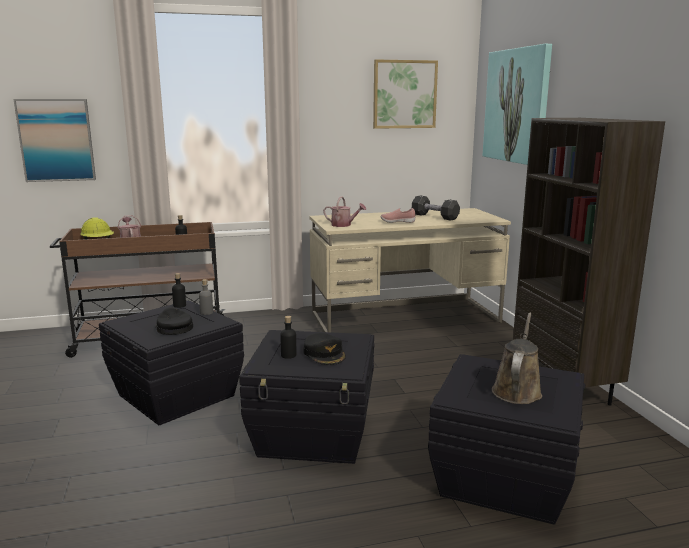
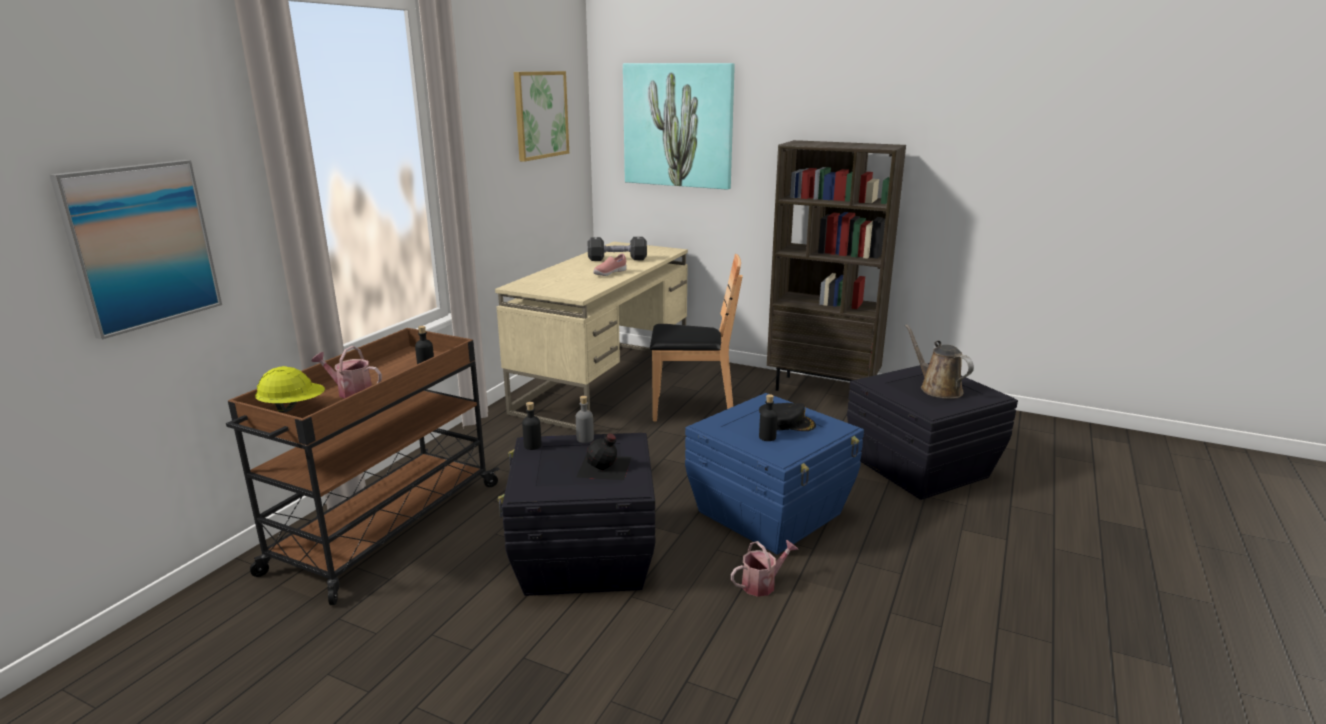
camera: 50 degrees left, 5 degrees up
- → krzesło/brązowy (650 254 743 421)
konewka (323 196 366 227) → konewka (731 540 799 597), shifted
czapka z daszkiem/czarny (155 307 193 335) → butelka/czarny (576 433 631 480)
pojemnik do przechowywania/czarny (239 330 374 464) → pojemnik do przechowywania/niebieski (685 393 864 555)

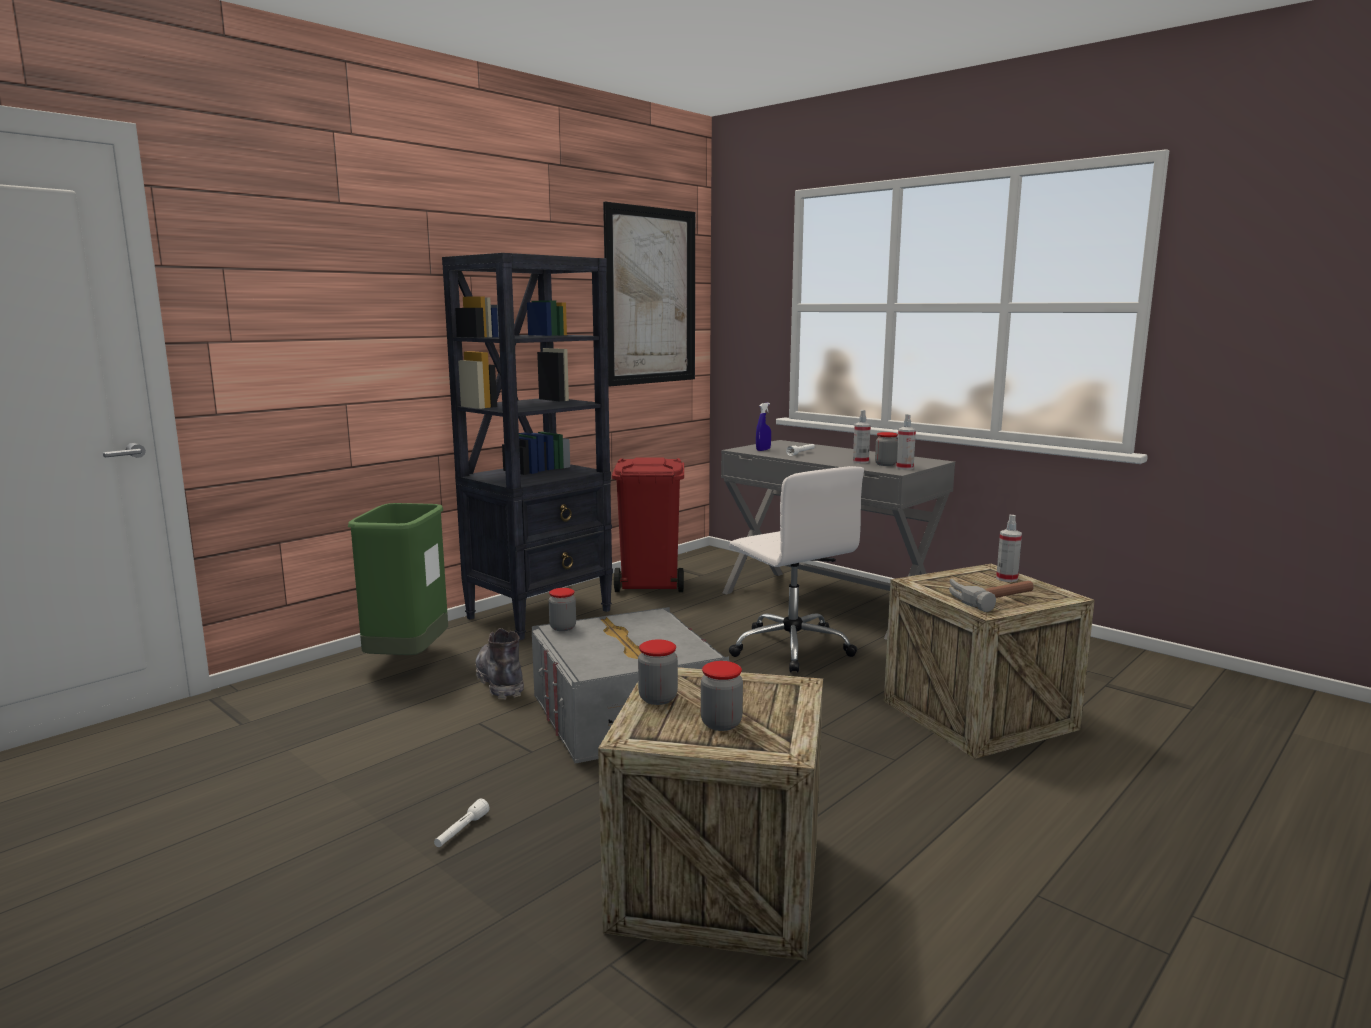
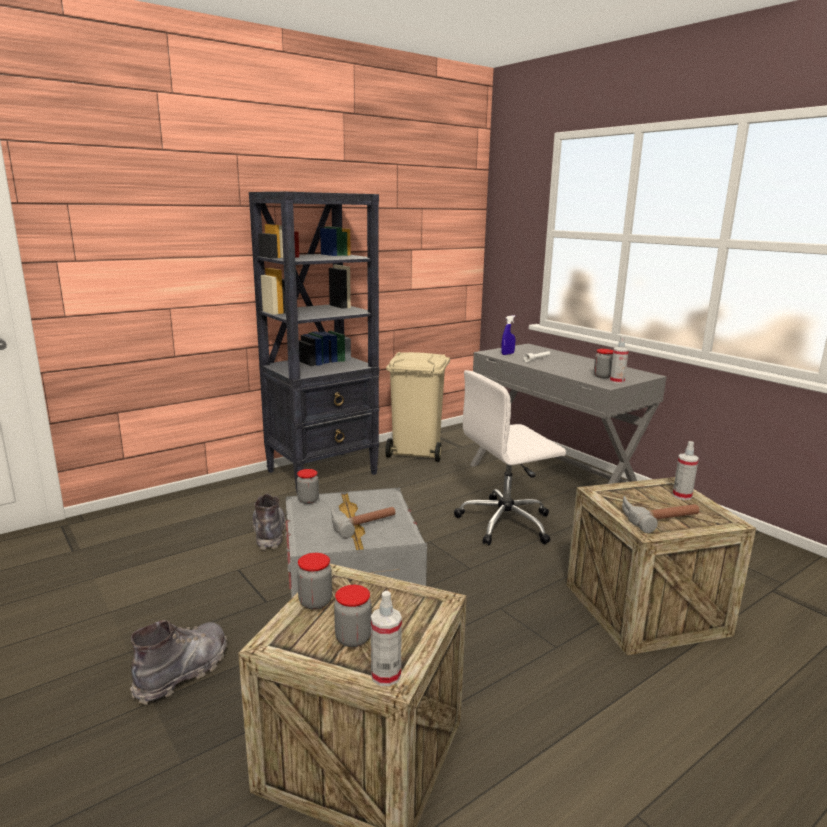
camera: 10 degrees right, 5 degrees up
kosz na śmieci/zielony (348 503 448 655) → -
obraz (603 201 695 387) → -
- → młotek (331 506 396 538)
spryskiwacz (853 410 871 464) → spryskiwacz (371 591 402 686), shifted
latarka/biały (434 798 489 847) → but z cholewką/szary (130 620 227 705)
kosz na śmieci/czerwony (612 457 684 592) → kosz na śmieci/beżowy (385 352 450 462)
krzesło biurowe/biały (729 466 864 673) → krzesło biurowe/biały (454 370 566 545), 90 degrees clockwise

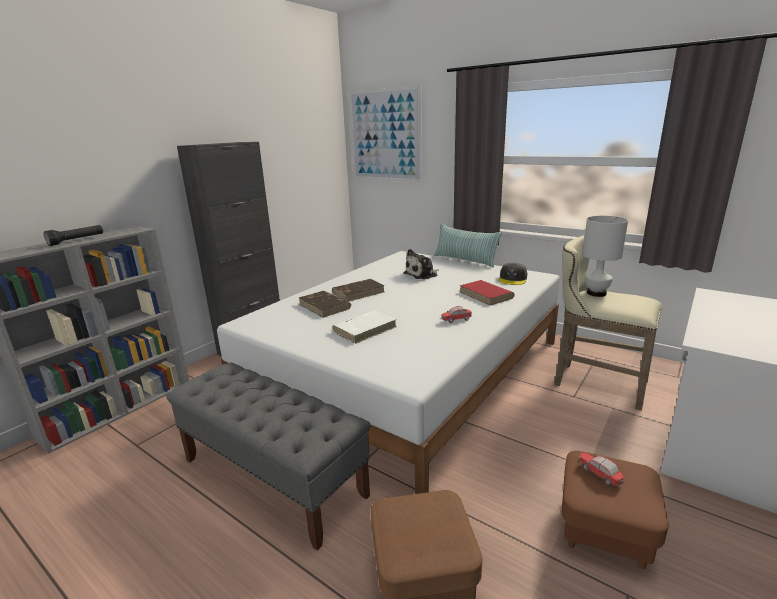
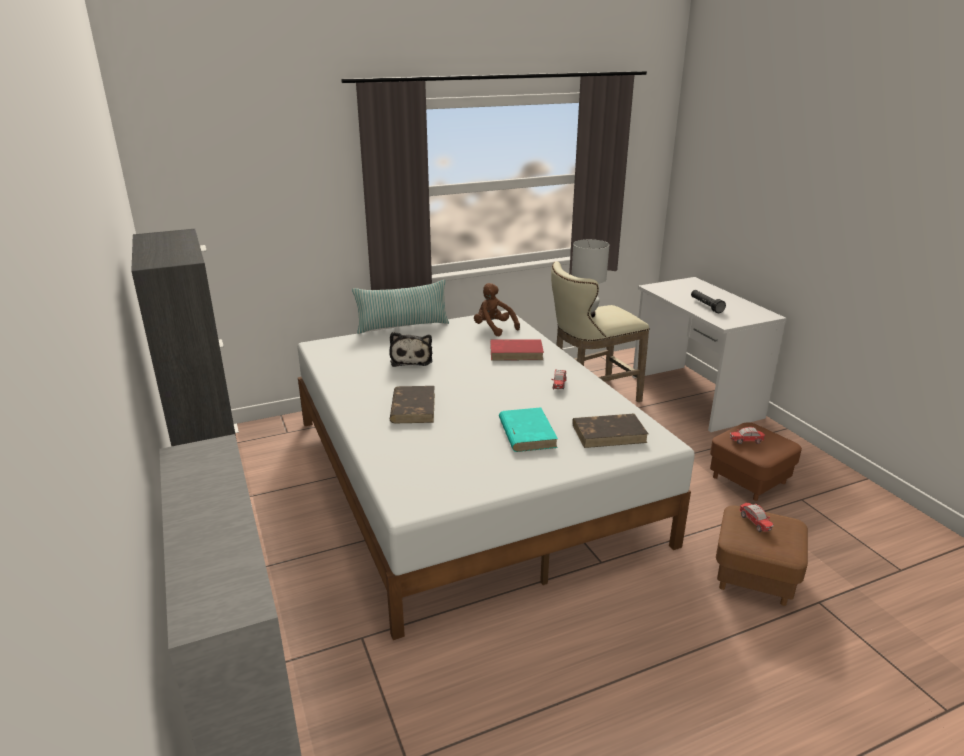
camera: 60 degrees left, 5 degrees up
ławka/szary (166 363 370 551) → -
obraz (349 85 422 182) → -
- → samochodzik (739 503 774 532)
latarka/czarny (44 225 103 246) → latarka/czarny (691 290 726 313), shifted
książka/brązowy (299 291 351 318) → książka/brązowy (572 414 648 448), shifted
czapka z daszkiem/szary (498 263 527 285) → pluszak/brązowy (474 283 520 336)
książka/biały (332 310 397 344) → książka/turkusowy (499 407 558 452)

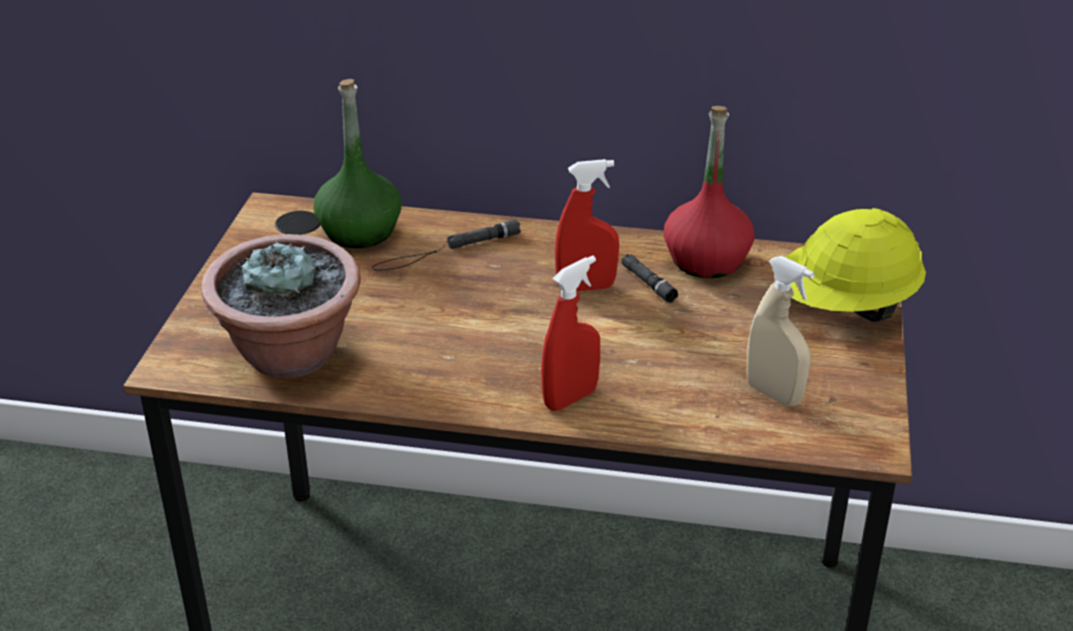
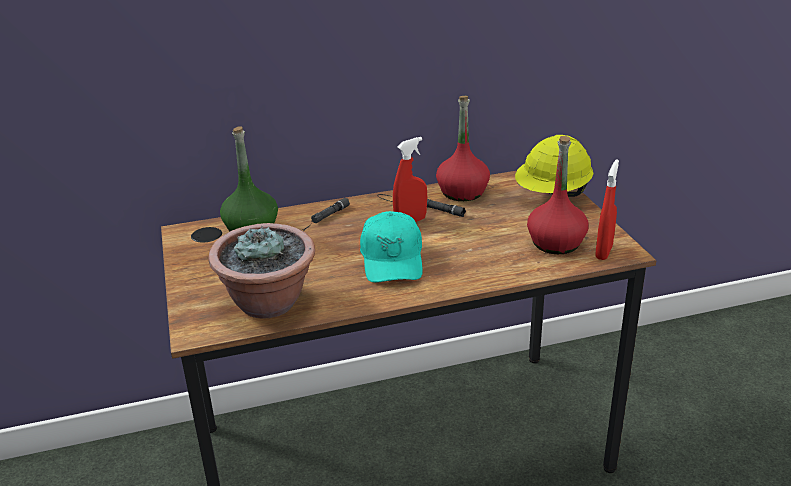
camera: 25 degrees left, 5 degrees down
- → czapka z daszkiem/turkusowy (360 211 423 283)
spryskiwacz/czerwony (541 255 600 411) → spryskiwacz/czerwony (595 159 619 260), shifted
spryskiwacz/beżowy (747 256 815 406) → butelka/czerwony (527 136 589 254)

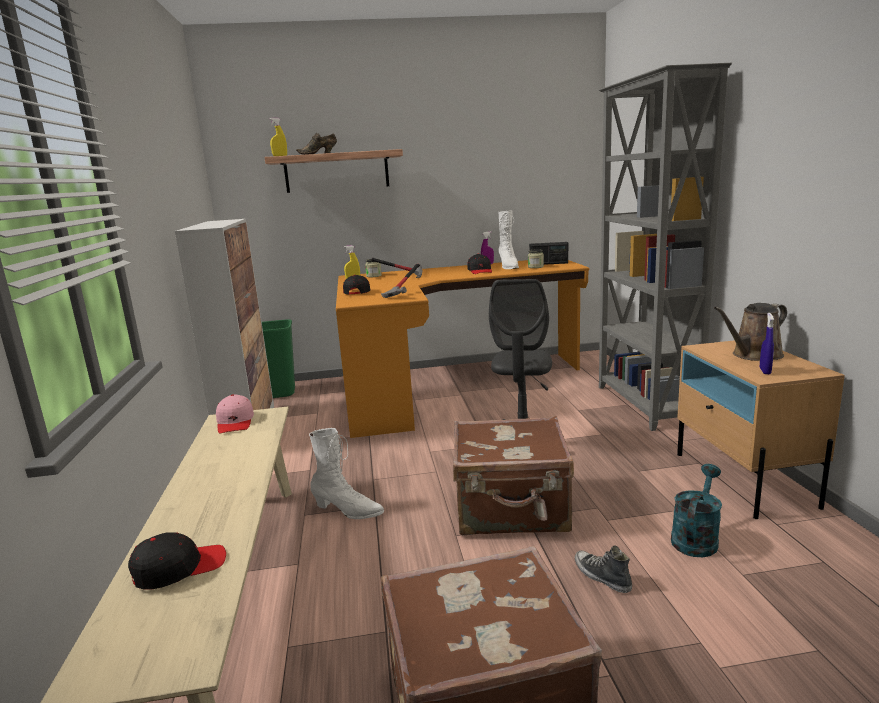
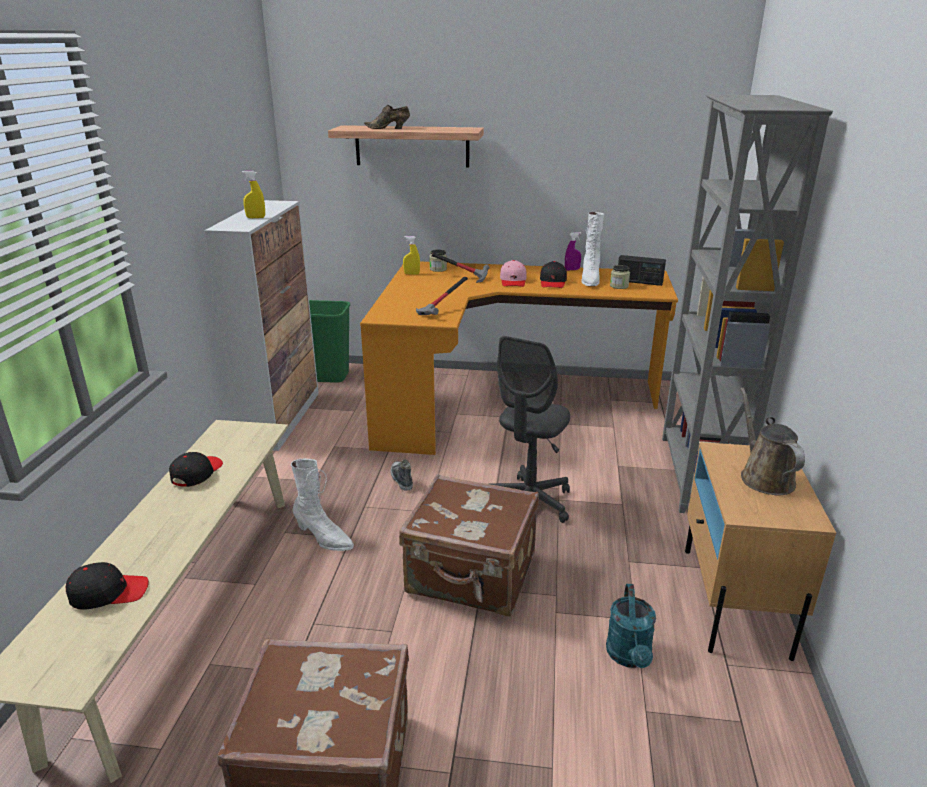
camera: 15 degrees right, 10 degrees up
spryskiwacz/niebieski (760 313 774 374) → -
czapka z daszkiem/różowy (216 394 254 433) → czapka z daszkiem/różowy (500 260 527 287), shifted
spryskiwacz/żółty (269 118 287 156) → spryskiwacz/żółty (242 171 265 218), shifted
czapka z daszkiem/czarny (343 275 370 294) → czapka z daszkiem/czarny (169 452 223 487), shifted
but (575 546 632 593) → but (391 459 413 491), shifted
konewka/turkusowy (671 464 722 557) → konewka/turkusowy (606 584 656 668), 135 degrees clockwise
konewka/brązowy (714 303 787 361) → konewka/brązowy (740 388 805 496), 90 degrees clockwise

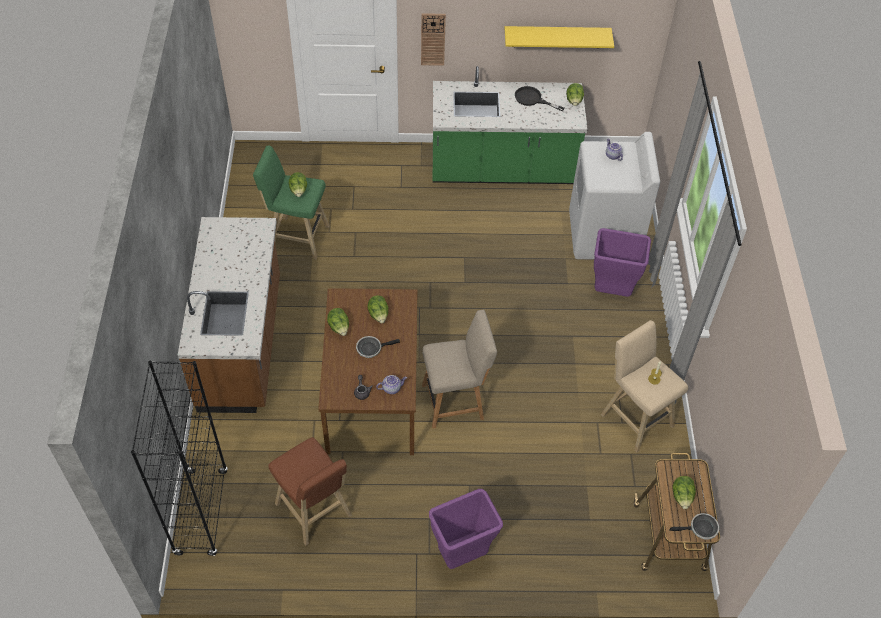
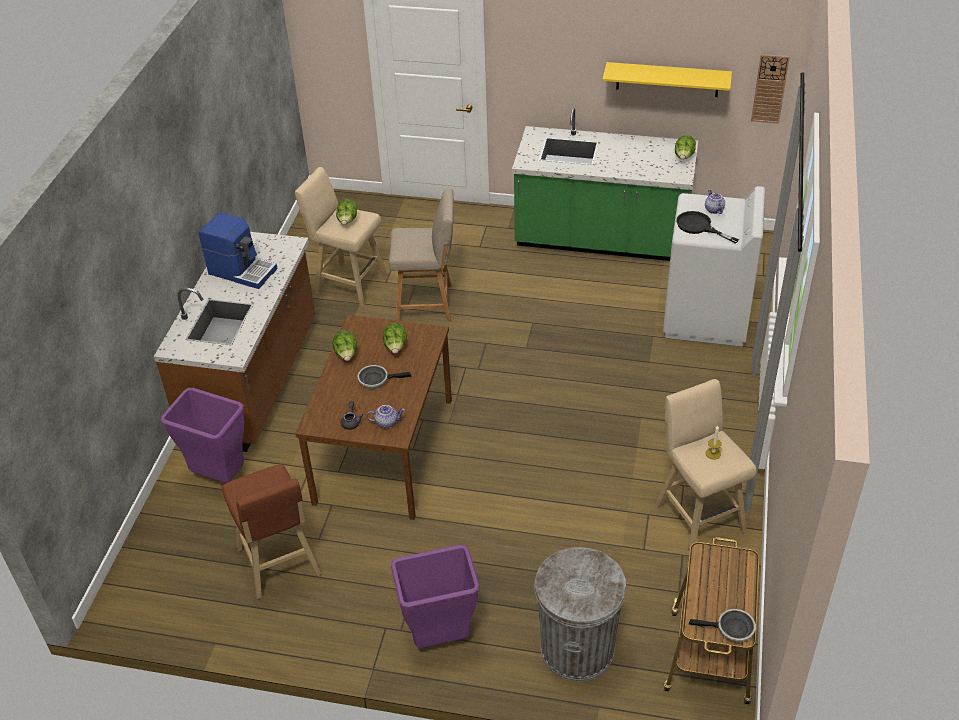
camera: 15 degrees right, 10 degrees down
regał/czarny (131 361 228 556) → -
sałata (673 476 696 509) → -
- → ekspres do kawy (199 212 278 289)
- → kosz na śmieci/szary (534 547 626 682)
zegar ścienny (421 13 446 66) → zegar ścienny (751 54 790 124), shifted
krzesło/beżowy (422 310 497 428) → krzesło/beżowy (389 189 454 321), shifted
patelnia/czarny (515 86 565 111) → patelnia/czarny (676 211 739 244), shifted
kosz na śmieci/fioletowy (594 228 651 297) → kosz na śmieci/fioletowy (161 388 244 483), shifted
stołek/zielony (253 146 330 259) → stołek/beżowy (295 167 388 307)

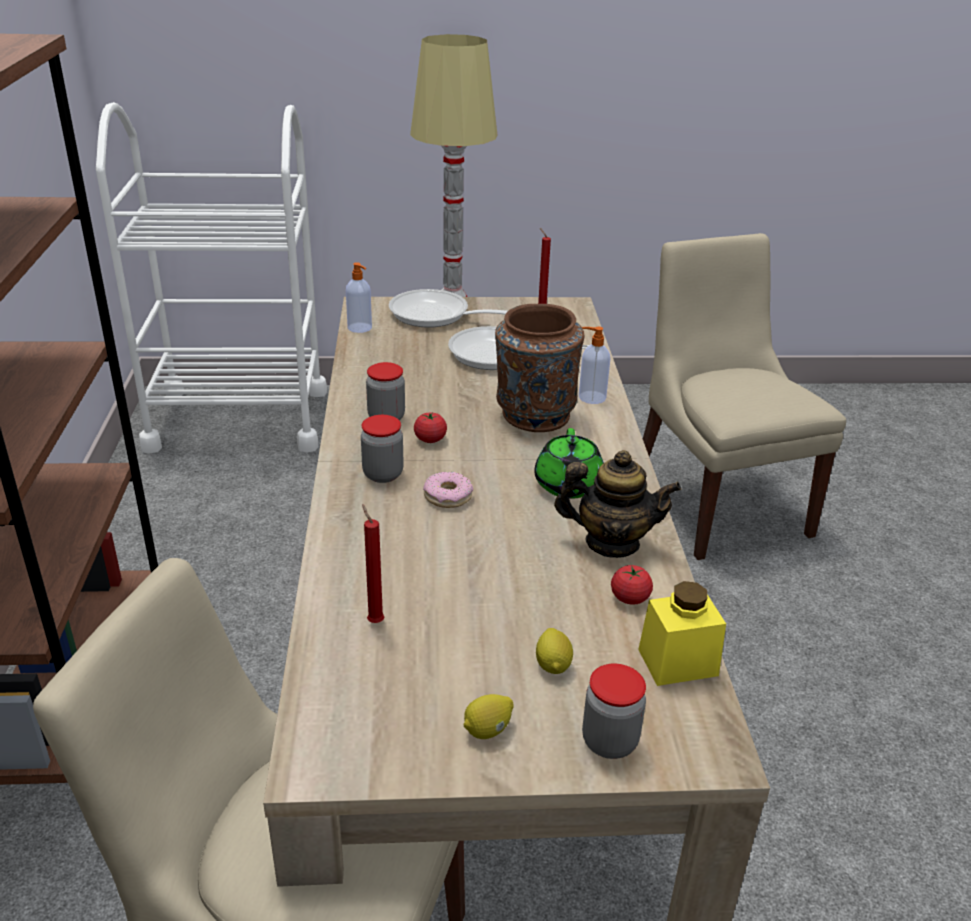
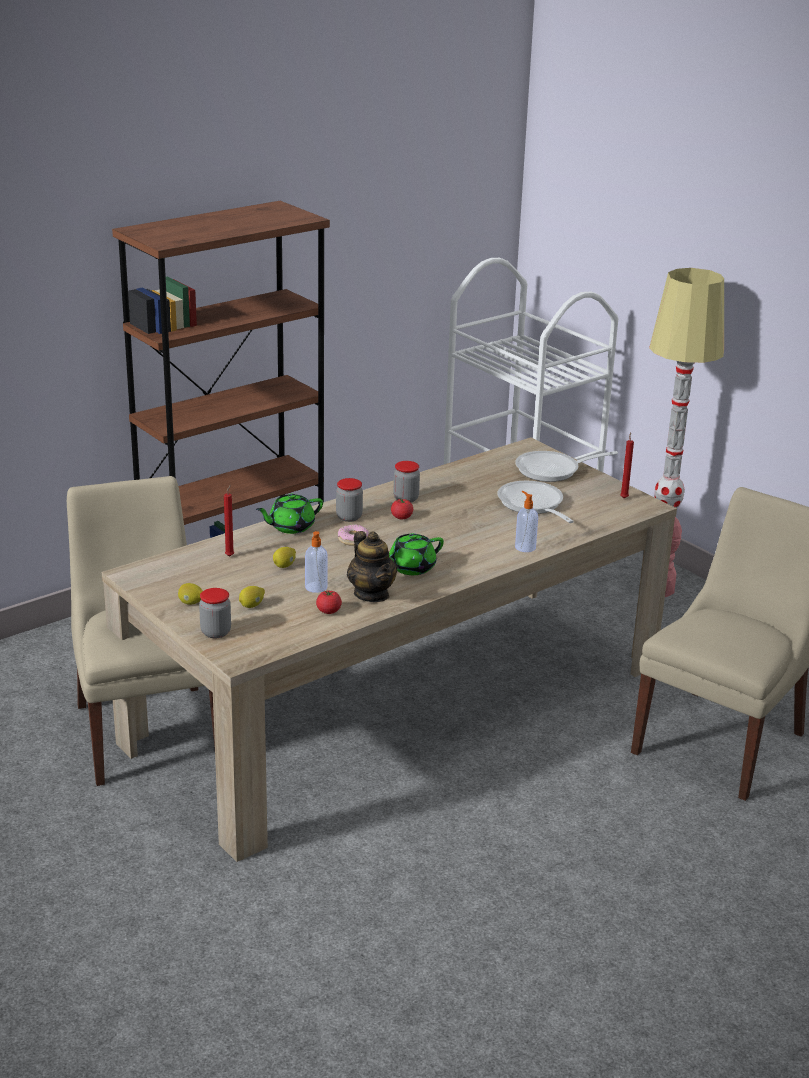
camera: 55 degrees right, 5 degrees down
wazon/brązowy (495 304 584 432) → -
słoik/żółty (638 581 726 686) → -
- → imbryk/zielony (256 494 323 534)
- → cytryna (273 547 296 568)
dozownik mydła (346 262 372 333) → dozownik mydła (305 531 328 593), shifted
patelnia (389 289 508 328) → patelnia (515 451 618 482), 90 degrees counterclockwise

